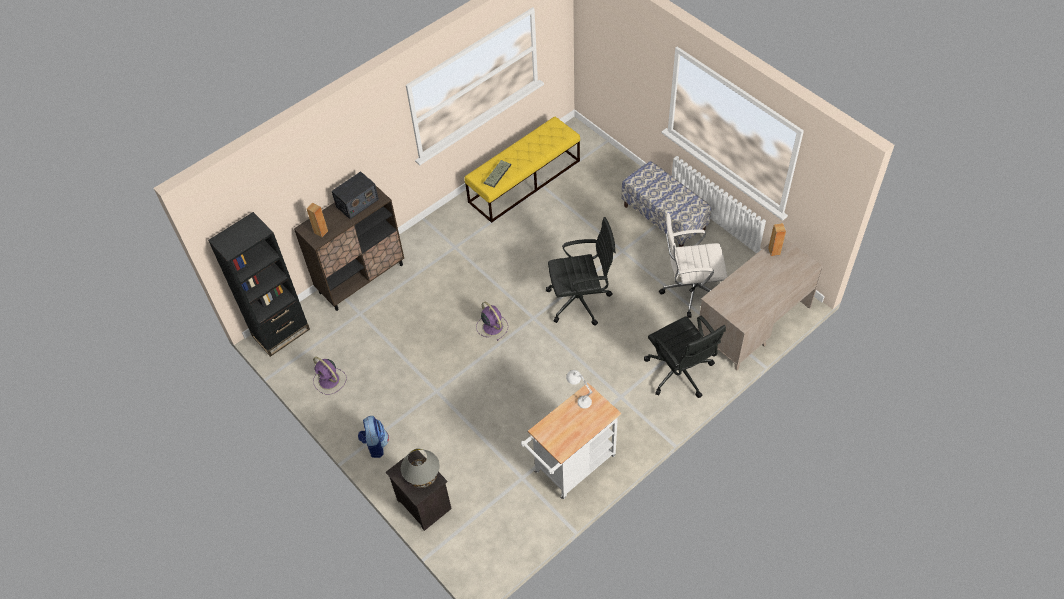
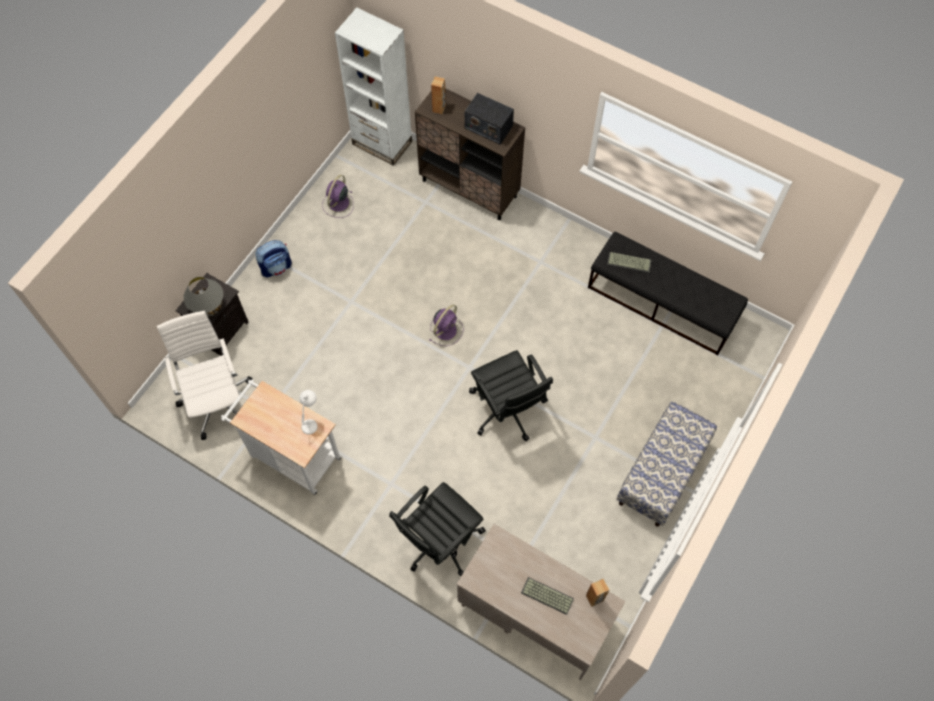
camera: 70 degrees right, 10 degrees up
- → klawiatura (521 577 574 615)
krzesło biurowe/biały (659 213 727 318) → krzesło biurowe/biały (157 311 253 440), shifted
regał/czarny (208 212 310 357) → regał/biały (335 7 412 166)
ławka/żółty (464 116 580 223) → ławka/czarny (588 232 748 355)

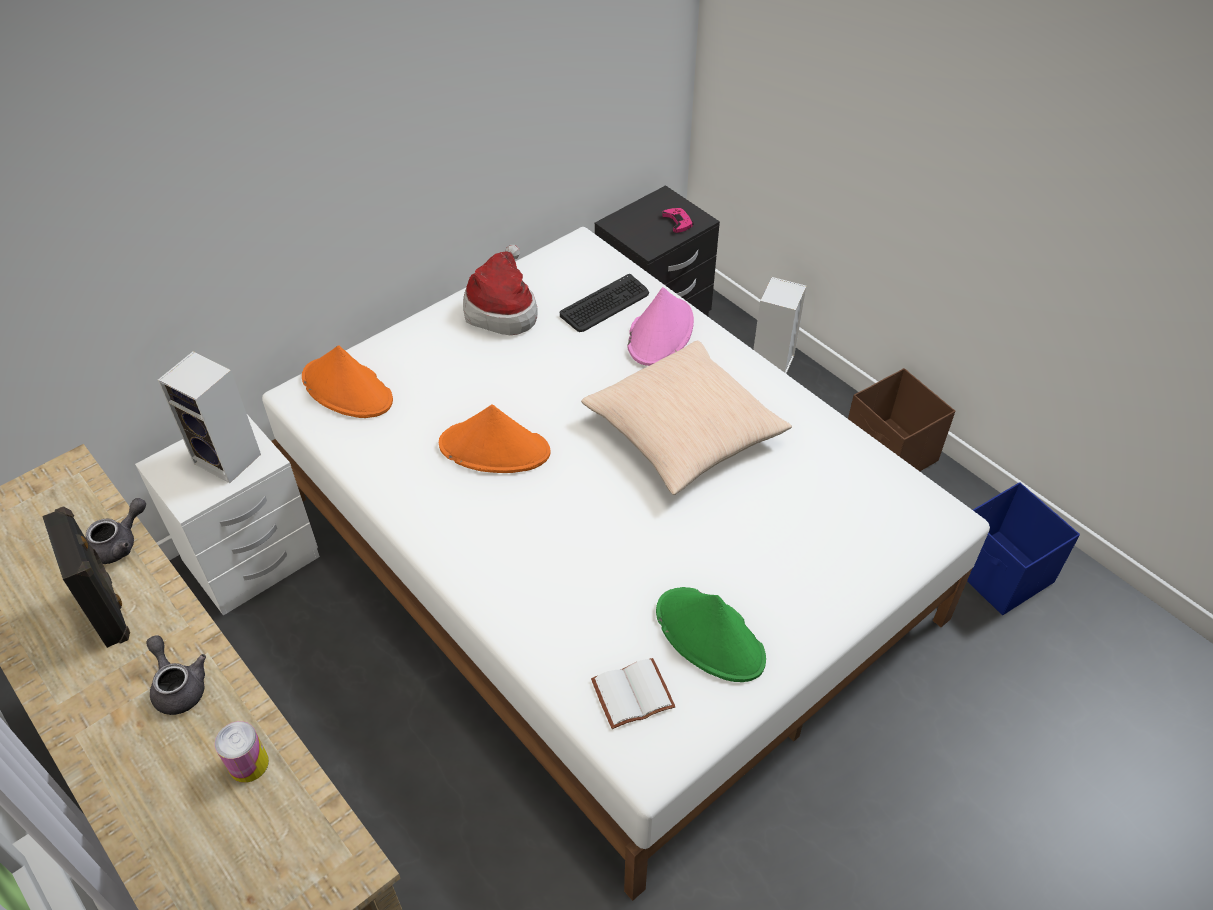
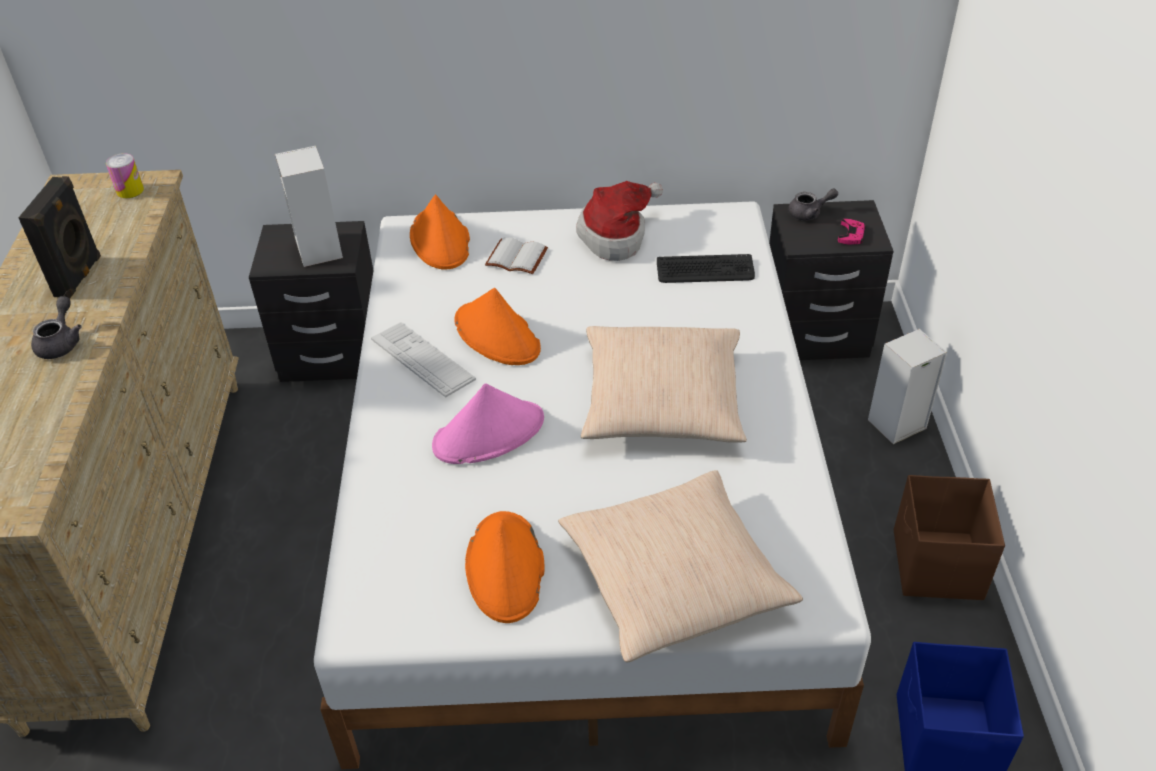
camera: 40 degrees right, 5 degrees down
- → klawiatura (371 322 476 398)
- → poduszka/beżowy (558 470 803 662)
imbryk/szary (86 498 146 564) → imbryk/szary (788 188 838 221), shifted
puszka (215 721 269 783) → puszka (106 153 144 198), shifted
książka/biały (591 658 676 729) → książka/biały (485 237 548 274), shifted
kapelusz/różowy (627 287 694 366) → kapelusz/różowy (432 384 544 464), shifted
szafka nocna/biały (135 415 320 615) → szafka nocna/czarny (249 221 373 382)
kapelusz/zielony (656 587 766 682) → kapelusz/pomarańczowy (465 511 545 623)

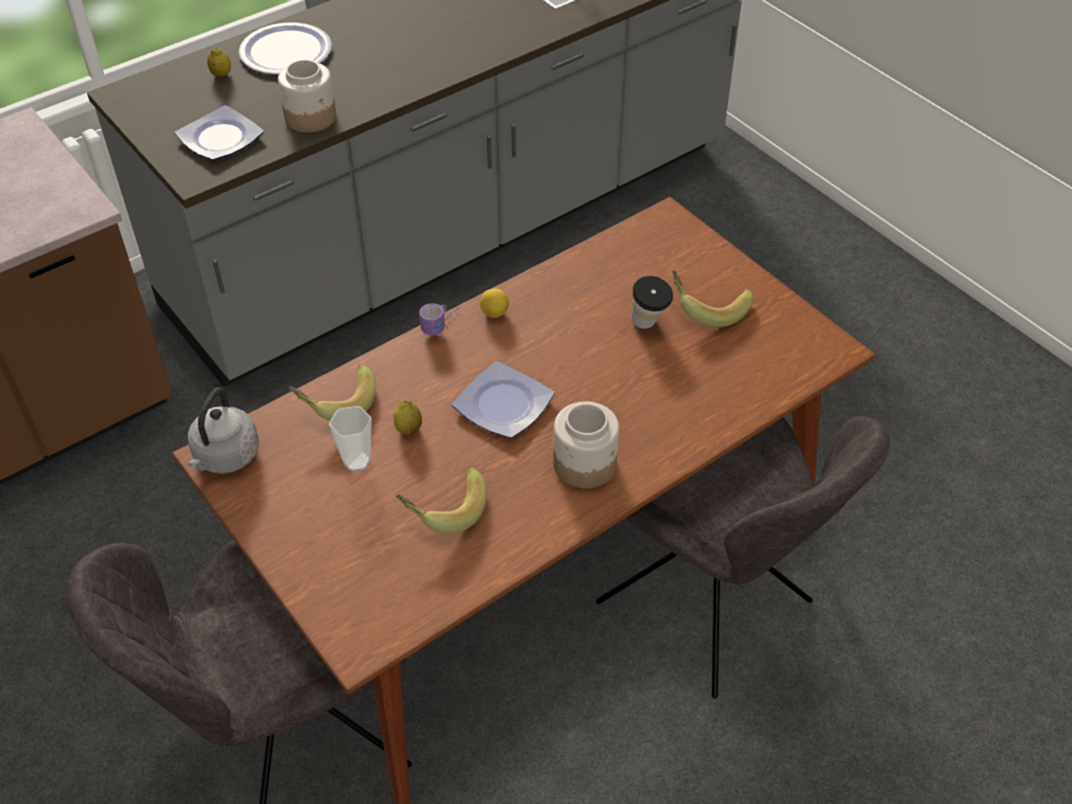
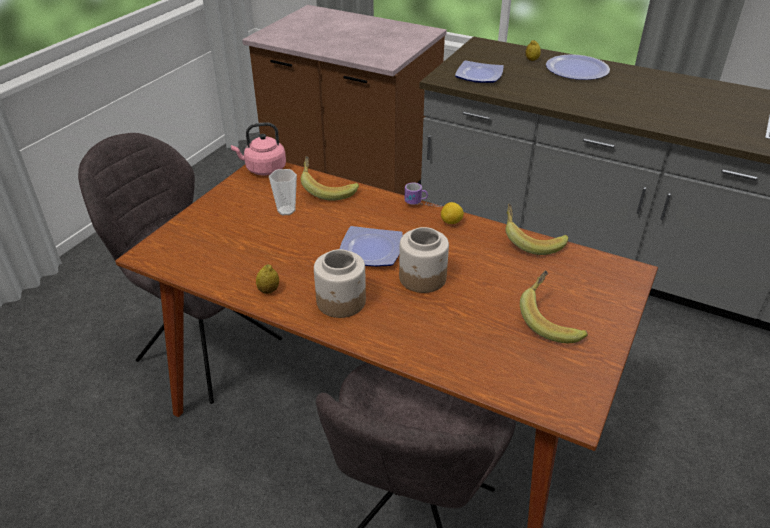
camera: 65 degrees right, 10 degrees down
filiżanka (631 276 673 329) → -
słoik (278 60 336 132) → słoik (399 227 449 293), shifted
cytryna (393 399 422 435) → cytryna (256 264 279 294), shifted
banan (396 467 487 533) → banan (505 204 568 255), shifted
czajnik/szary (188 387 259 474) → czajnik/różowy (231 122 286 175)

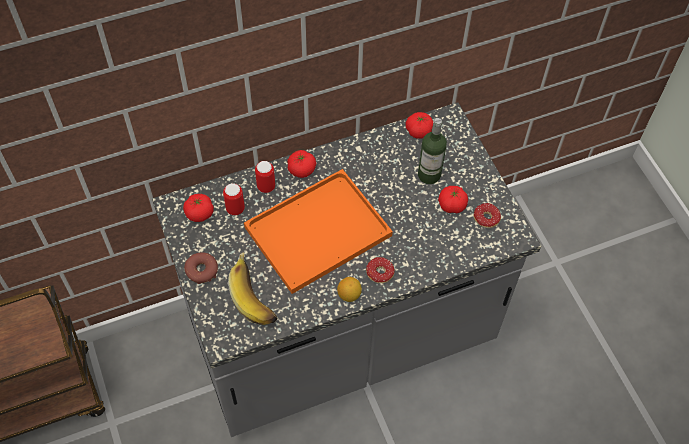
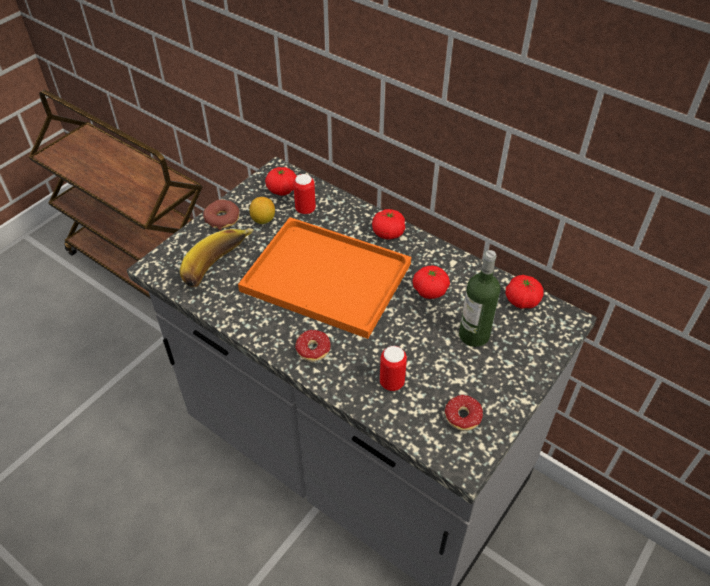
camera: 60 degrees right, 10 degrees down
puszka (255 161 275 193) → puszka (380 346 407 391), shifted
cytryna (337 277 362 302) → cytryna (249 197 275 224), shifted
pomidor (438 186 468 213) → pomidor (413 266 450 299), shifted

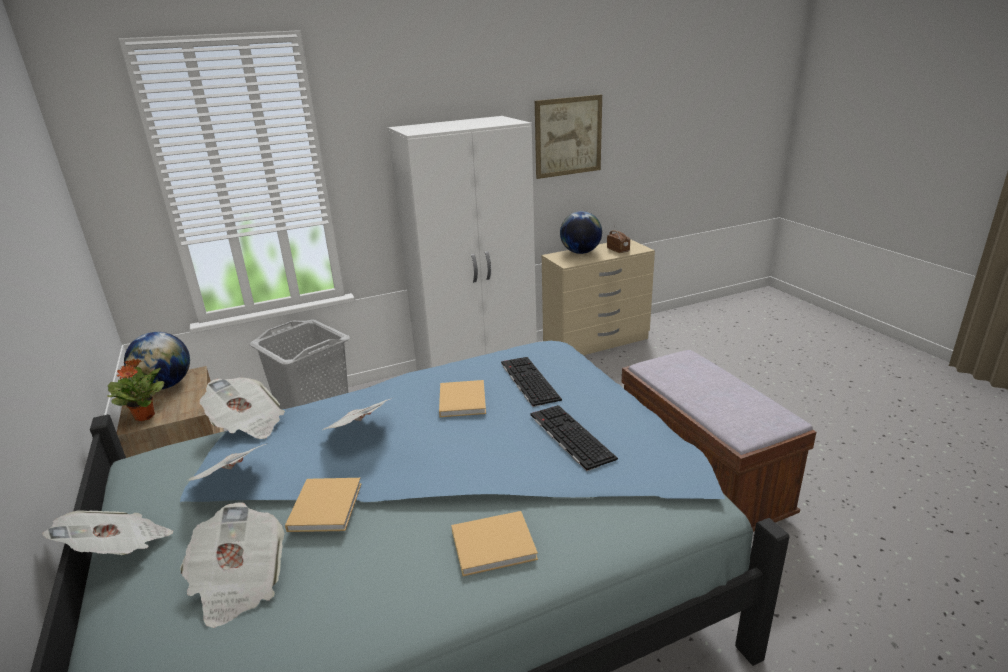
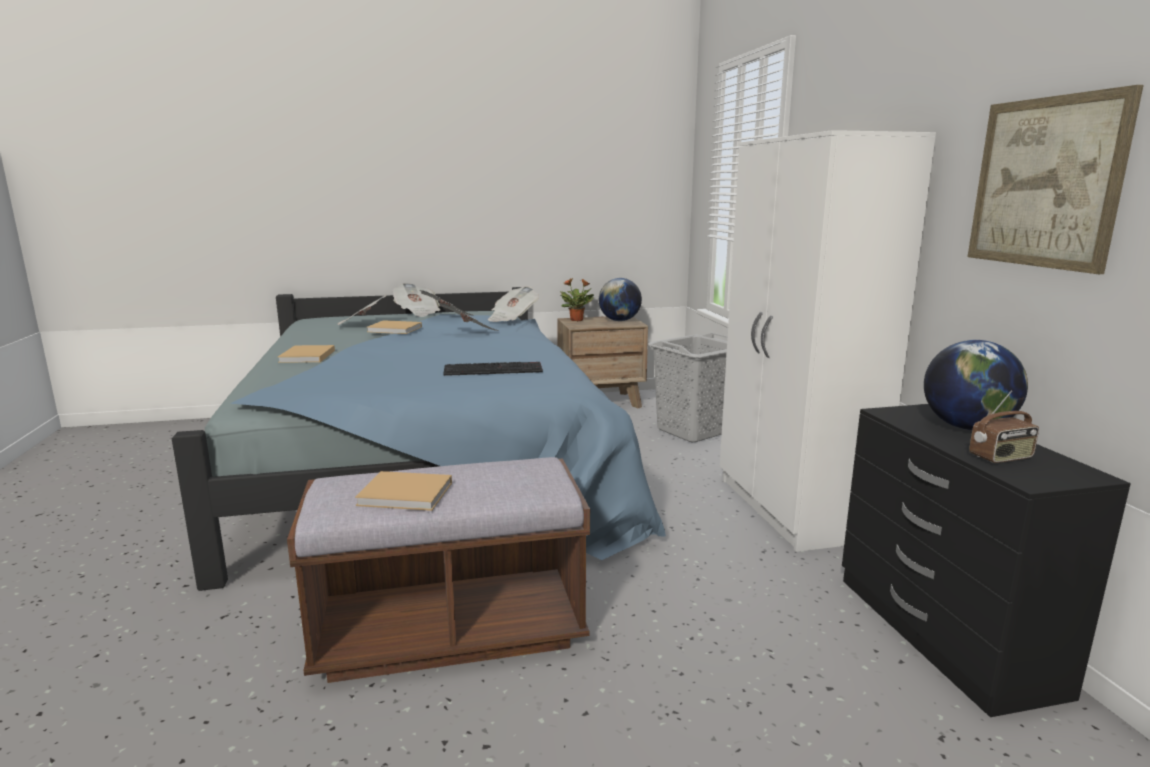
camera: 100 degrees right, 10 degrees down
klawiatura (530 405 618 471) → -
książka/beżowy (439 380 486 417) → książka/beżowy (355 471 452 511), shifted
komoda/beżowy (542 239 655 355) → komoda/czarny (842 404 1131 717)

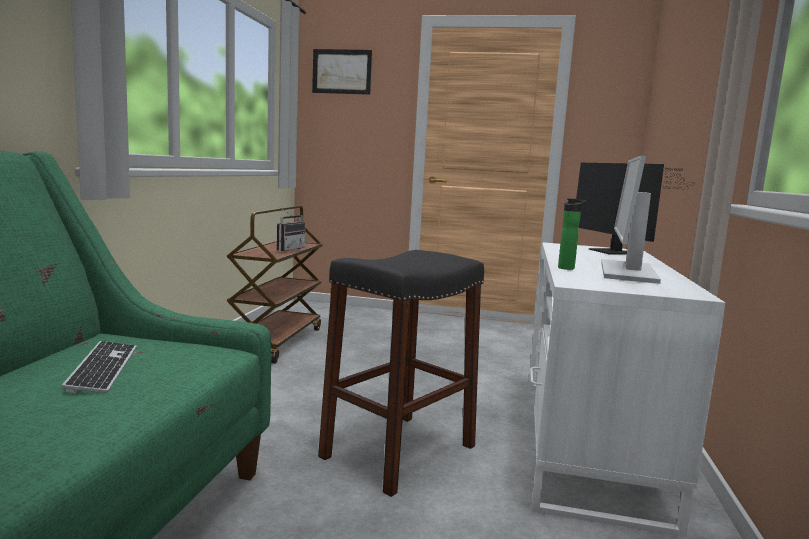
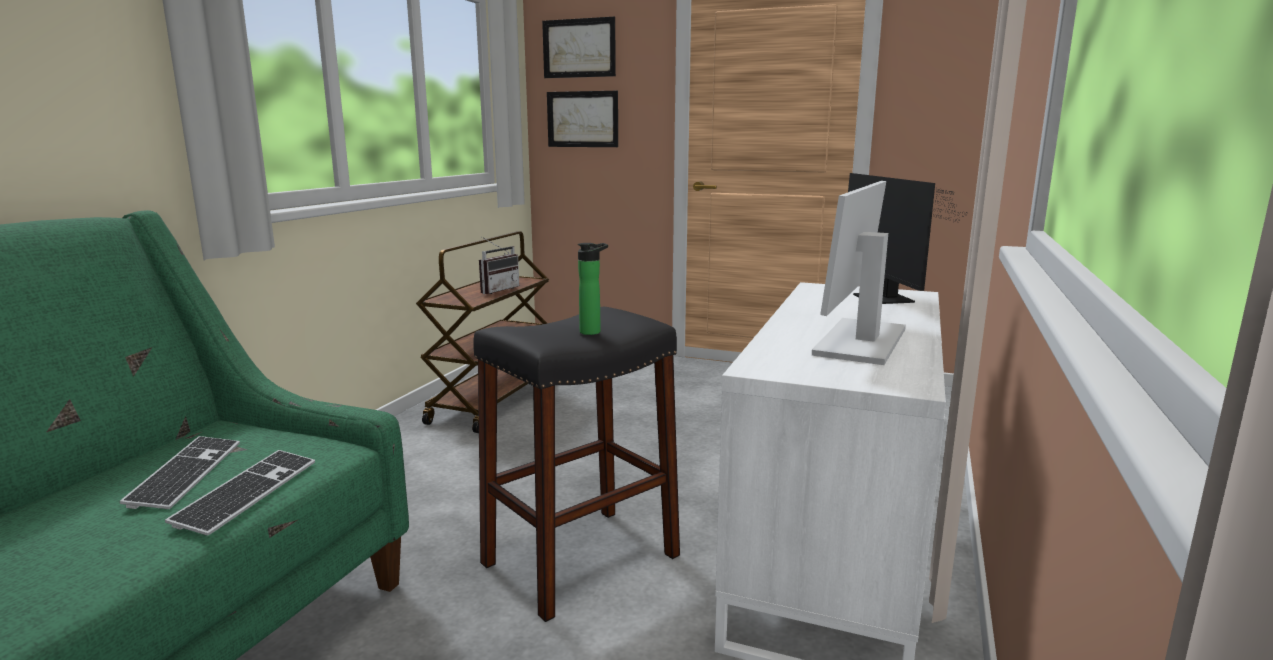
camera: 10 degrees right, 5 degrees up
- → klawiatura (165 450 315 536)
- → obraz (547 91 618 147)
butelka (558 198 587 270) → butelka (578 243 608 335), shifted

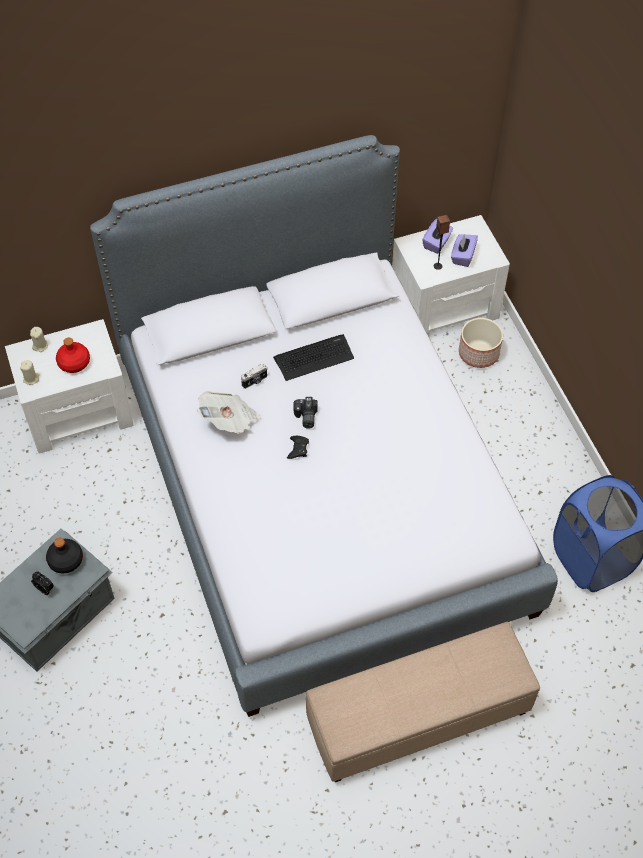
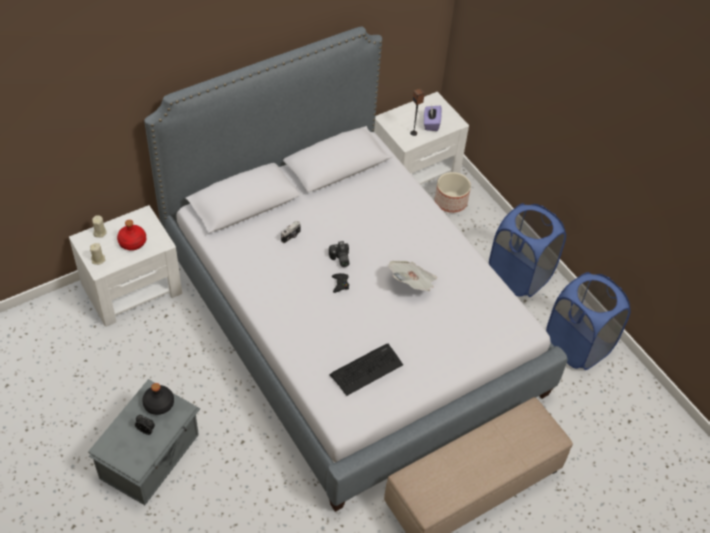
camera: 15 degrees left, 5 degrees down
pudełko chusteczek/fioletowy (422 218 453 254) → -
- → kosz na pranie/niebieski (489 203 566 297)
gazeta (197 391 261 434) → gazeta (388 261 437 291), shifted
klawiatura (273 334 354 381) → klawiatura (330 343 403 396), shifted

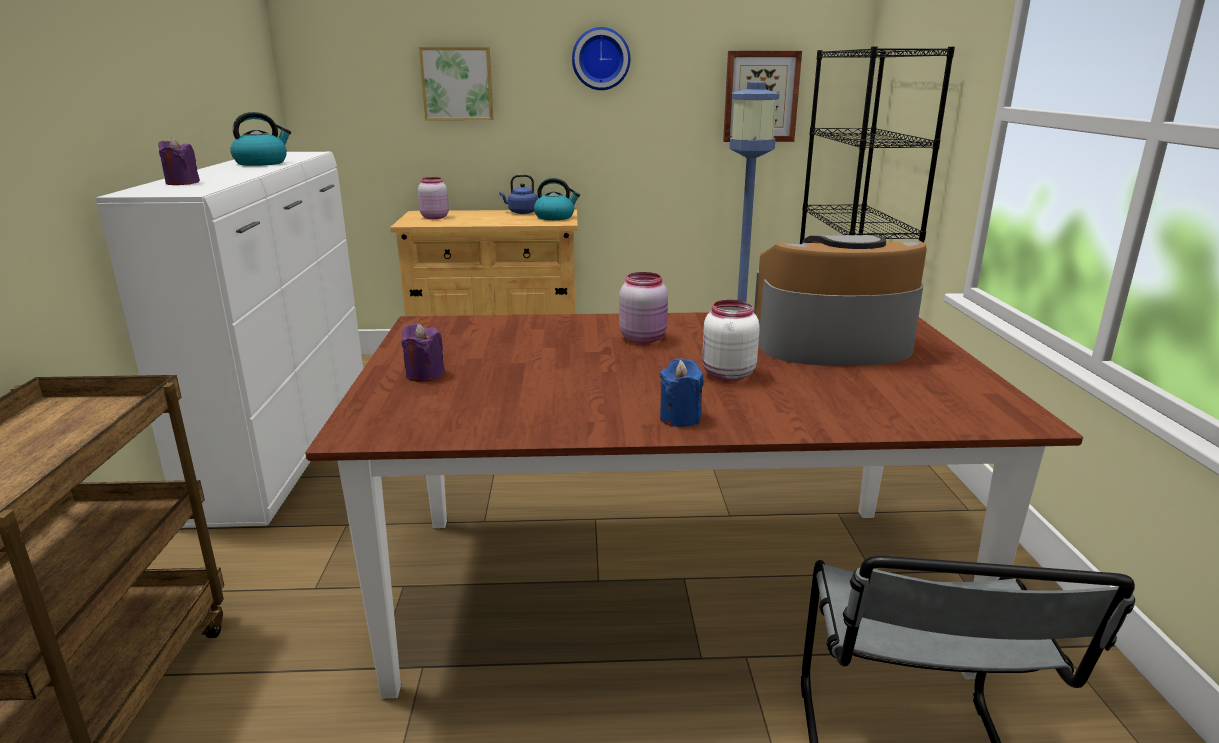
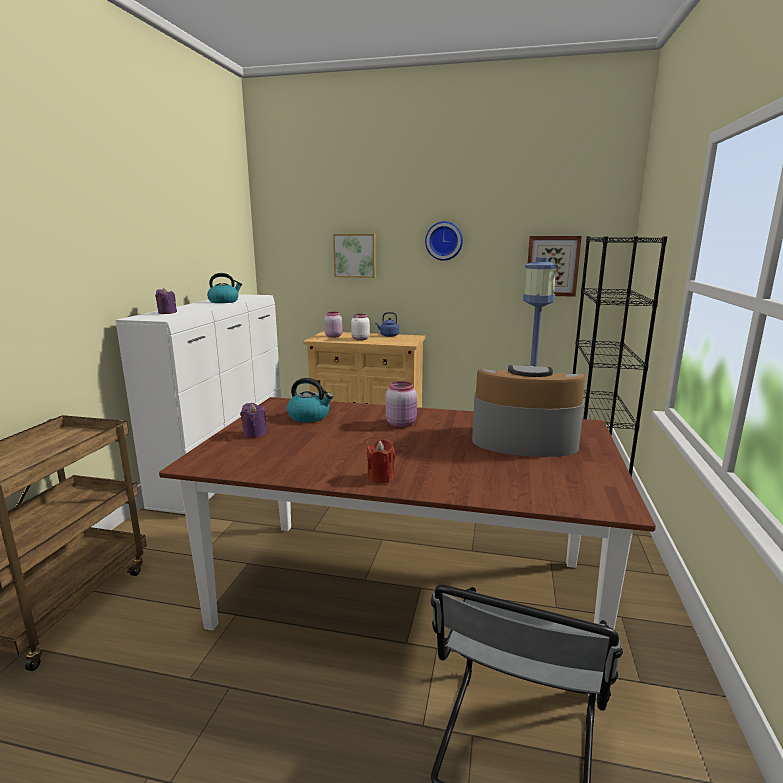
camera: 15 degrees right, 5 degrees down
czajnik (534 178 580 220) → czajnik (287 378 333 422), shifted
słoik/biały (702 300 760 381) → słoik/biały (351 314 370 340), shifted
świeca/niebieski (660 358 704 427) → świeca/czerwony (367 439 395 484)

